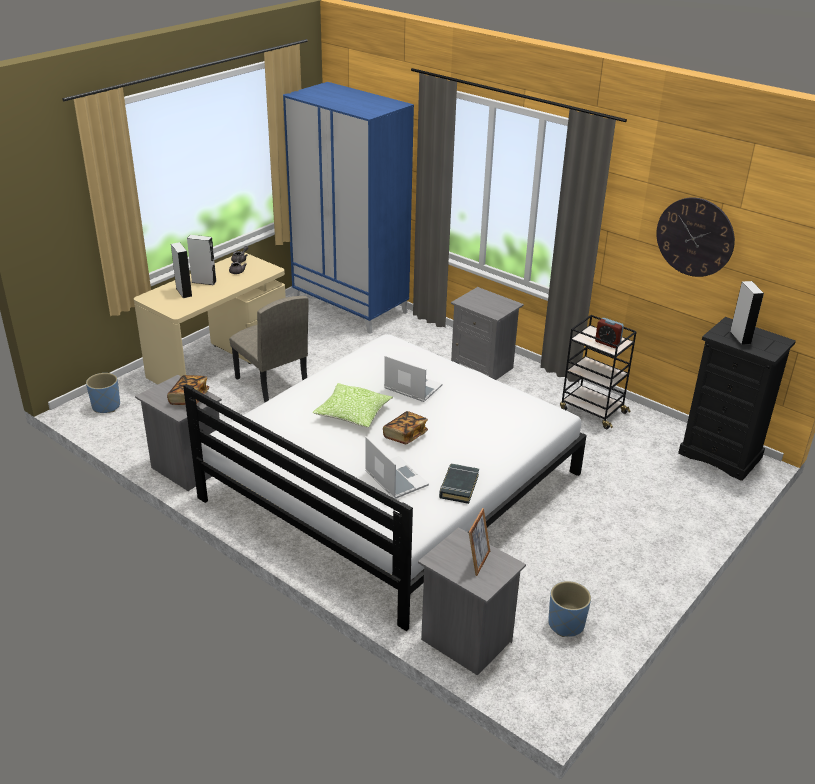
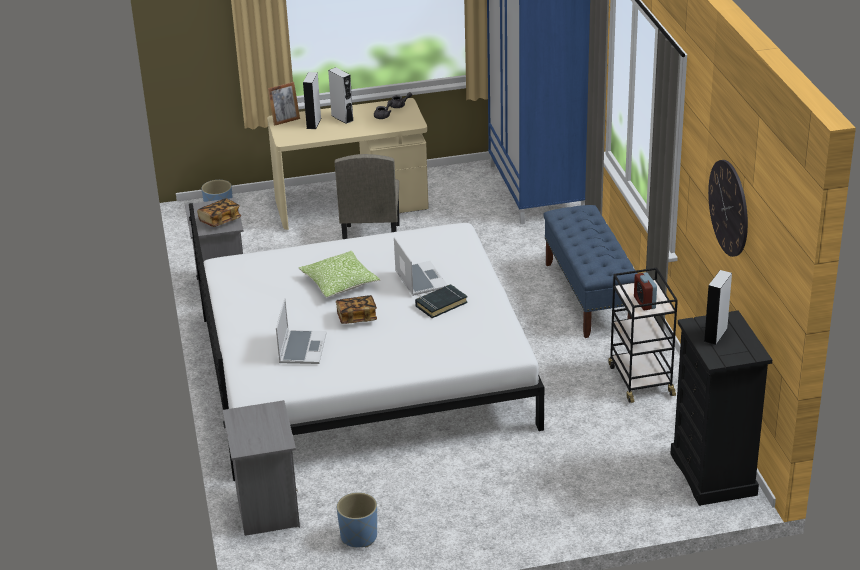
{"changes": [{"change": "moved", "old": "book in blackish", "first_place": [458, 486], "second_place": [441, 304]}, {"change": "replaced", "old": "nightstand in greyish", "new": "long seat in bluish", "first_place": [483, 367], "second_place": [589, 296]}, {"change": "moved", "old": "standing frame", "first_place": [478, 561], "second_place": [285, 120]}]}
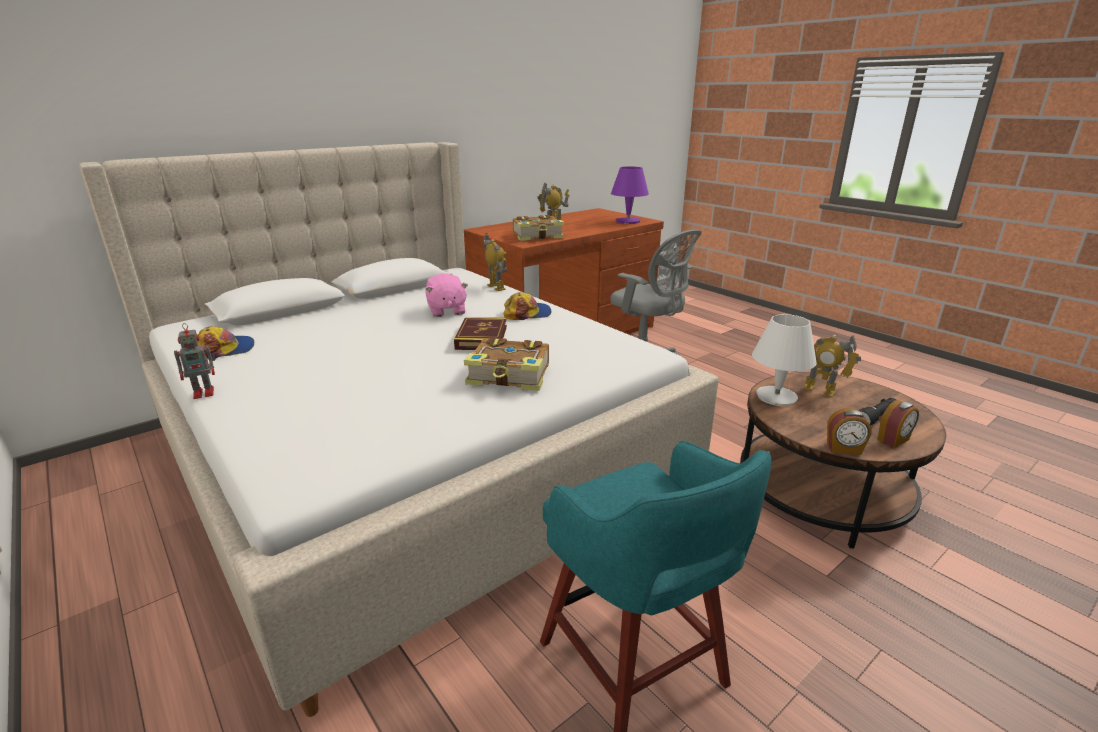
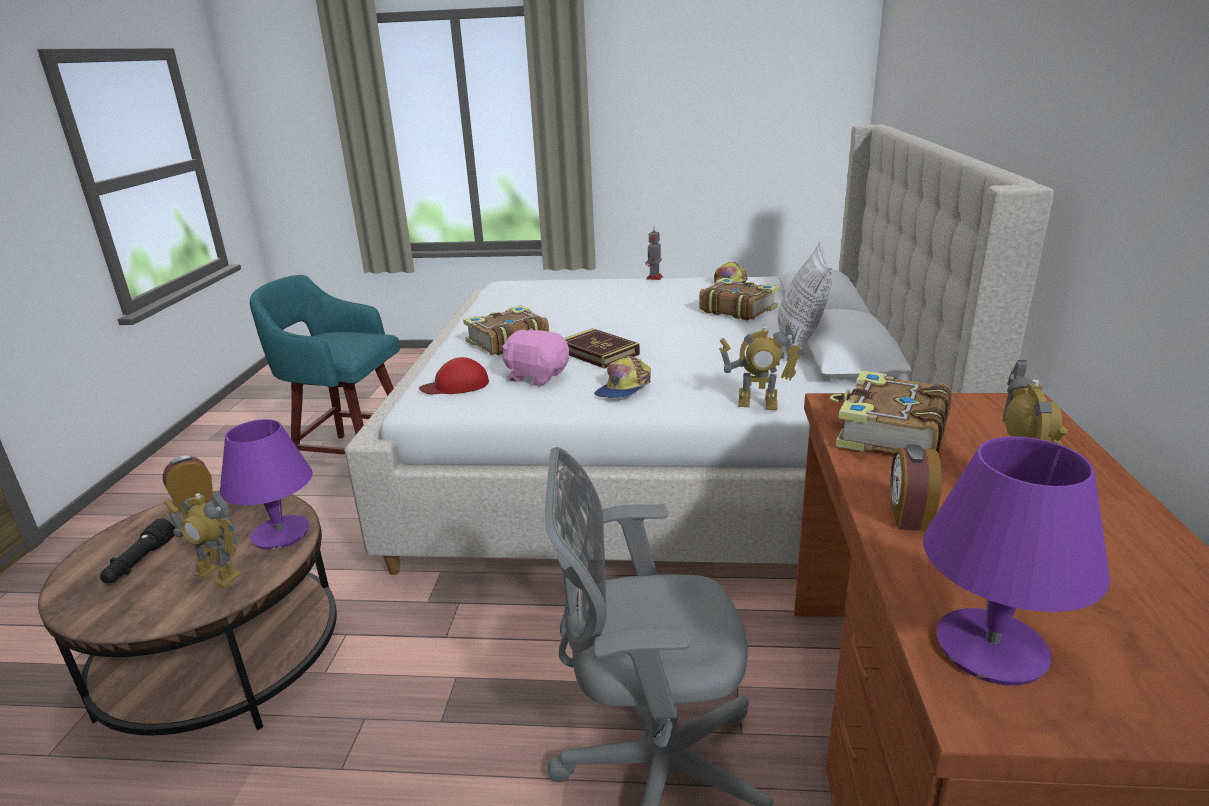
{"changes": [{"change": "moved", "old": "soft toy in pinkish", "first_place": [446, 311], "second_place": [537, 376]}, {"change": "recoloured", "old": "tabletop lamp in whitish", "new": "tabletop lamp in purple", "first_place": [776, 397], "second_place": [280, 533]}, {"change": "turned", "old": "robot figure", "first_place": [819, 390], "second_place": [218, 575], "degrees": -150}, {"change": "moved", "old": "table clock", "first_place": [893, 440], "second_place": [908, 516]}, {"change": "added", "new": "cap in red", "second_place": [456, 385]}, {"change": "added", "new": "book", "second_place": [737, 309]}, {"change": "added", "new": "cushion", "second_place": [799, 344]}]}
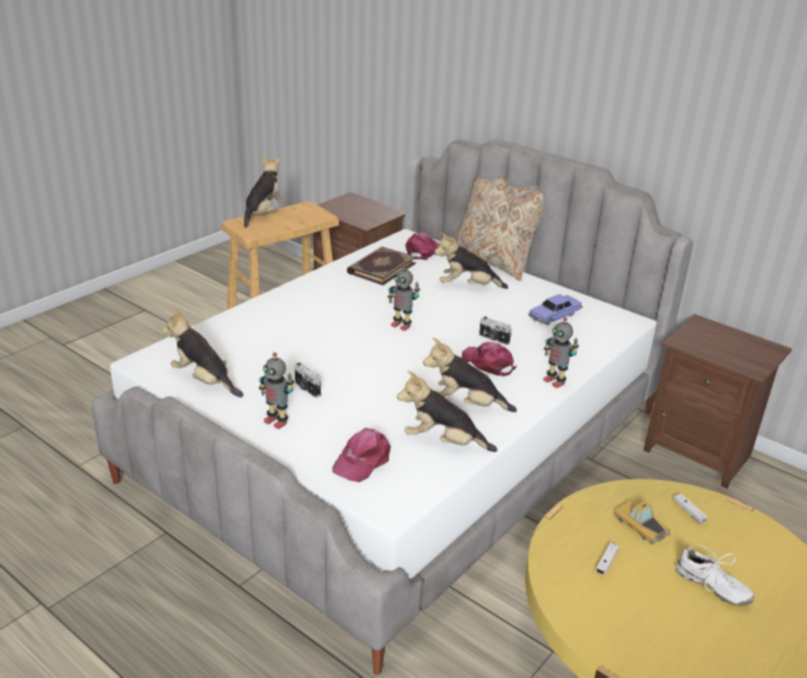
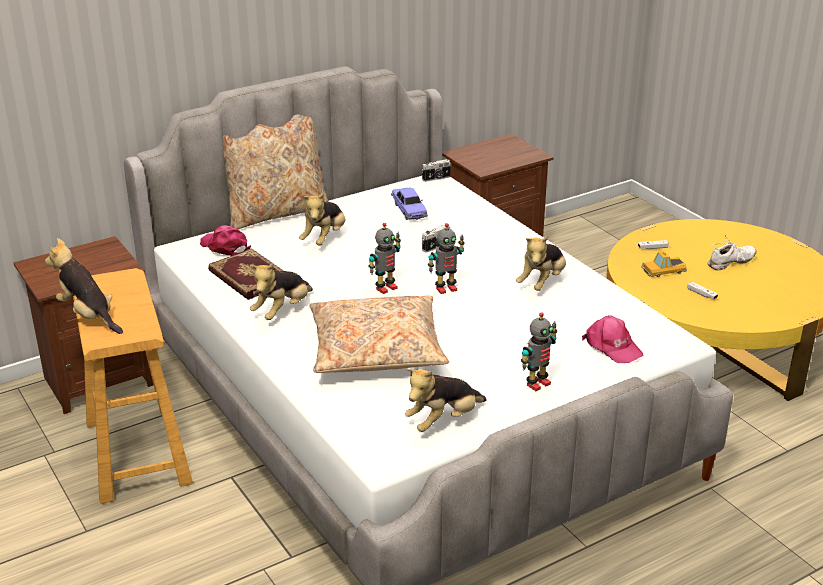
{"changes": [{"change": "moved", "old": "photo camera", "first_place": [306, 389], "second_place": [436, 178]}, {"change": "moved", "old": "soft toy", "first_place": [443, 442], "second_place": [282, 311]}, {"change": "removed", "old": "cap in pinkish", "first_place": [488, 363]}, {"change": "moved", "old": "robot figure", "first_place": [555, 381], "second_place": [445, 288]}, {"change": "added", "new": "cushion in beige", "second_place": [376, 349]}]}
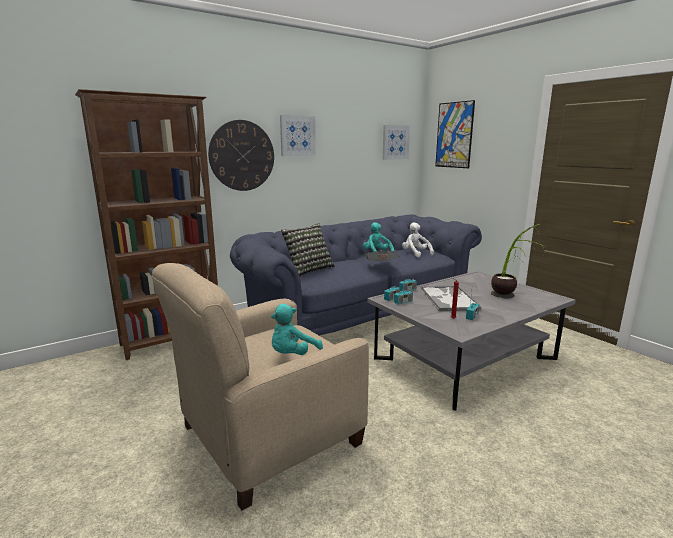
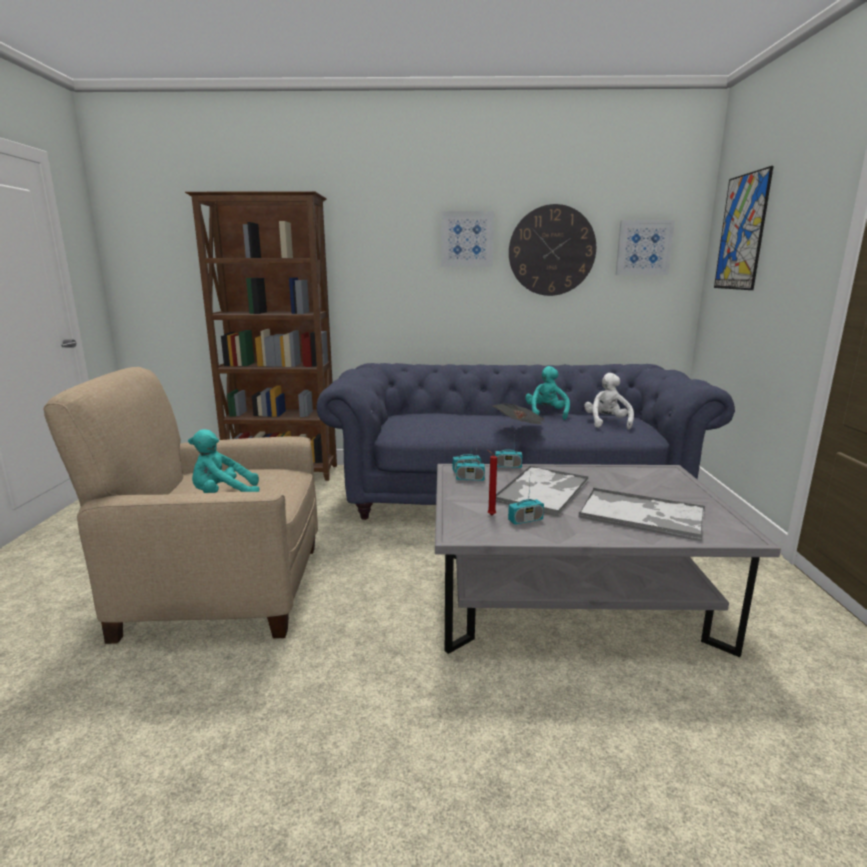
{"changes": [{"change": "moved", "old": "hanging clock", "first_place": [242, 156], "second_place": [552, 251]}, {"change": "removed", "old": "cushion", "first_place": [308, 270]}, {"change": "replaced", "old": "plant in a pot", "new": "serving tray", "first_place": [509, 299], "second_place": [643, 515]}]}
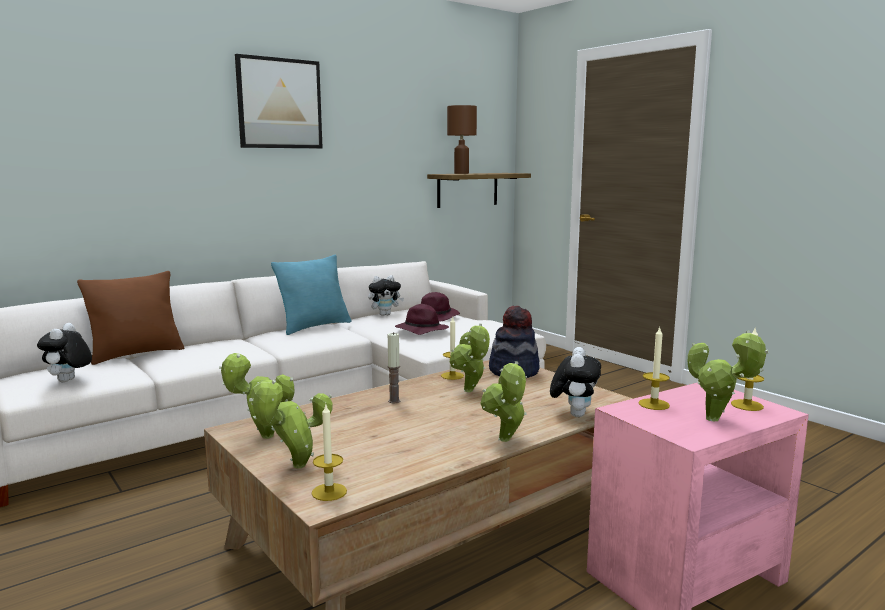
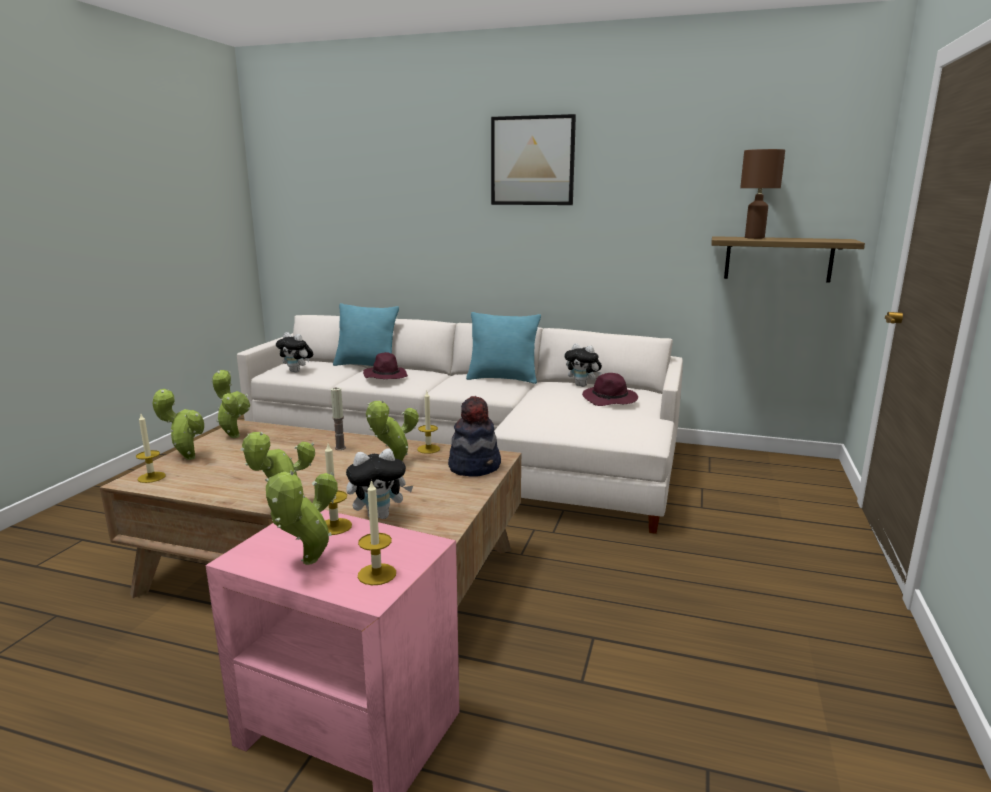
{"changes": [{"change": "turned", "old": "soft toy", "first_place": [68, 381], "second_place": [297, 371], "degrees": -120}, {"change": "recoloured", "old": "cushion in brown-coloured", "new": "cushion in turquoise", "first_place": [136, 354], "second_place": [366, 365]}, {"change": "moved", "old": "clothing hat in purple", "first_place": [421, 330], "second_place": [385, 376]}]}
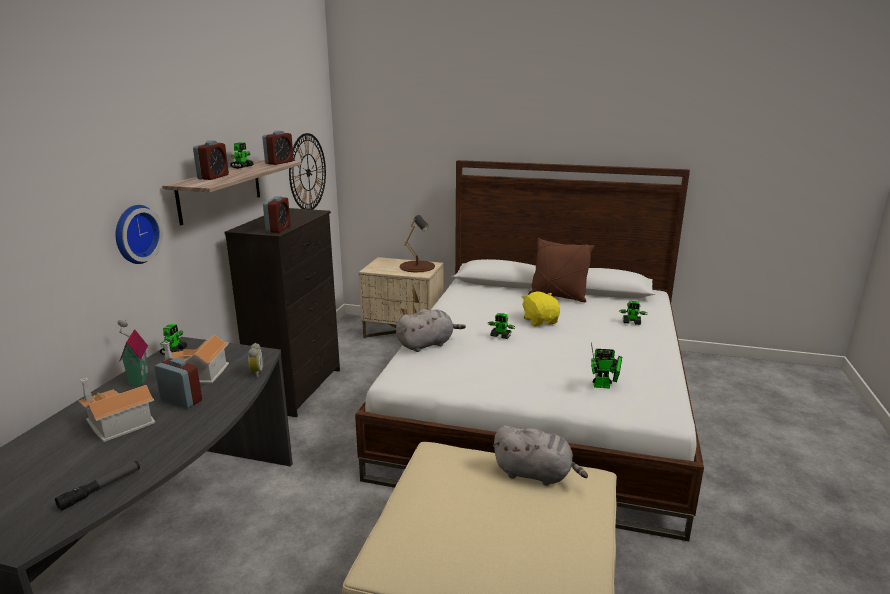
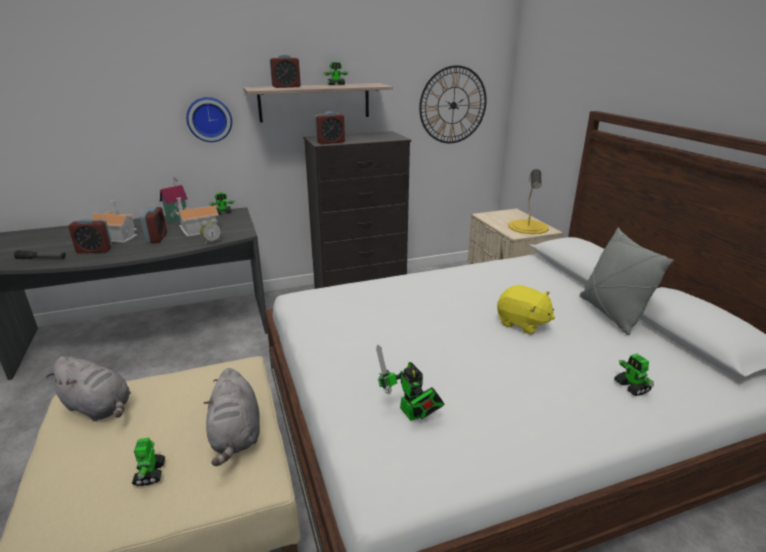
{"changes": [{"change": "moved", "old": "table clock", "first_place": [279, 162], "second_place": [94, 250]}, {"change": "moved", "old": "soft toy in greyish", "first_place": [427, 344], "second_place": [99, 407]}, {"change": "recoloured", "old": "tabletop lamp in brown-coloured", "new": "tabletop lamp in yellow", "first_place": [417, 266], "second_place": [528, 227]}, {"change": "moved", "old": "robot figure", "first_place": [501, 336], "second_place": [150, 474]}, {"change": "turned", "old": "soft toy in yellow", "first_place": [540, 321], "second_place": [522, 323], "degrees": 90}, {"change": "recoloured", "old": "cushion in brown-coloured", "new": "cushion in greyish", "first_place": [558, 297], "second_place": [611, 314]}]}
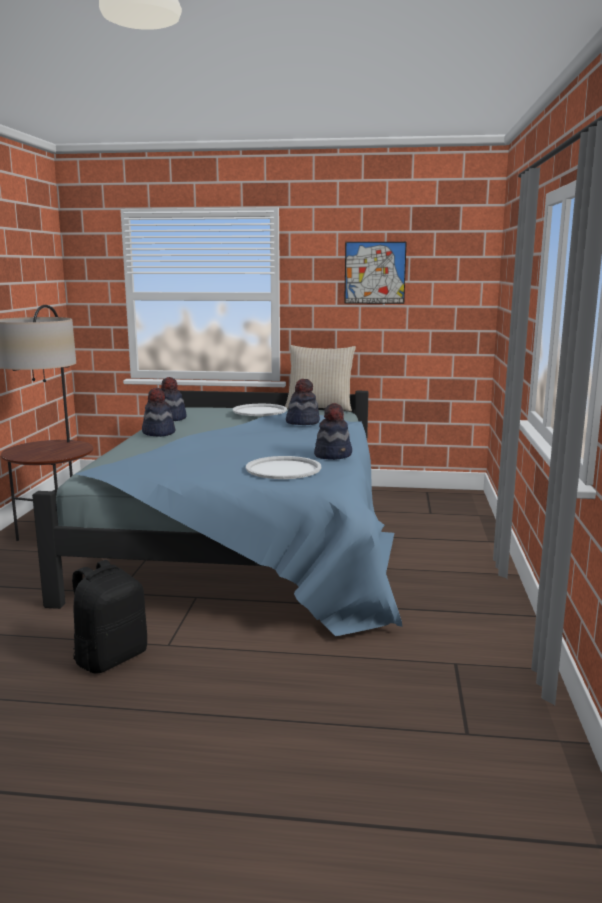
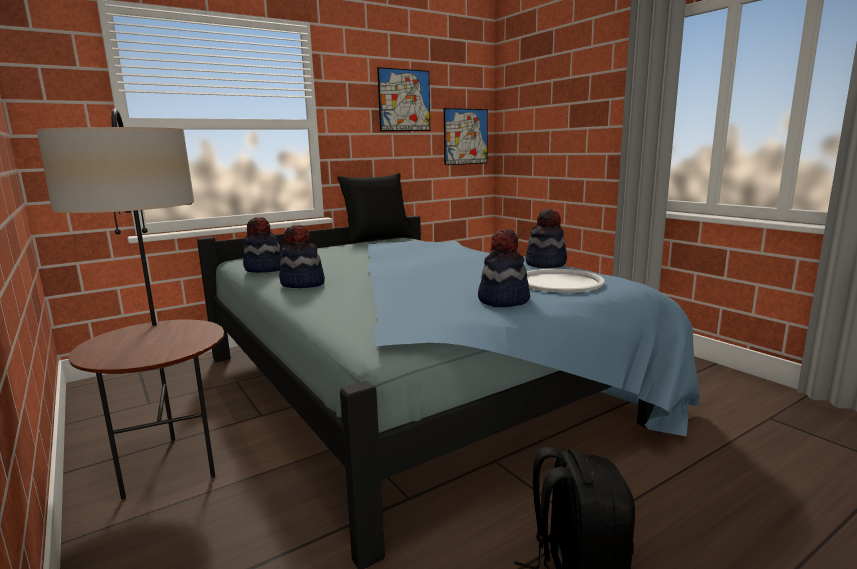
{"changes": [{"change": "removed", "old": "serving tray in whitish", "first_place": [259, 411]}, {"change": "recoloured", "old": "cushion in beige", "new": "cushion in blackish", "first_place": [319, 408], "second_place": [377, 238]}, {"change": "moved", "old": "clothing hat", "first_place": [302, 422], "second_place": [503, 300]}, {"change": "added", "new": "wall art", "second_place": [465, 136]}]}
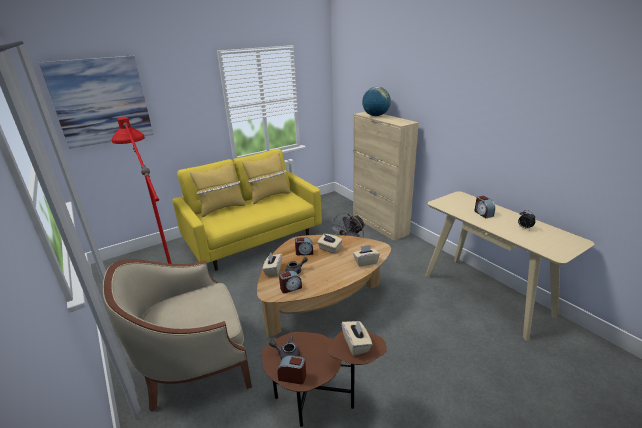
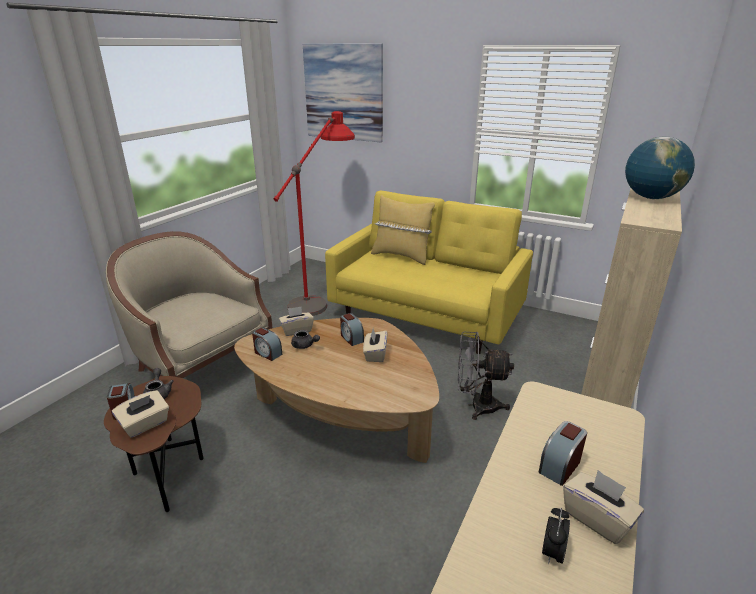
{"changes": [{"change": "removed", "old": "cushion in yellow", "first_place": [269, 196]}, {"change": "moved", "old": "tissue box in beige", "first_place": [365, 262], "second_place": [597, 518]}]}
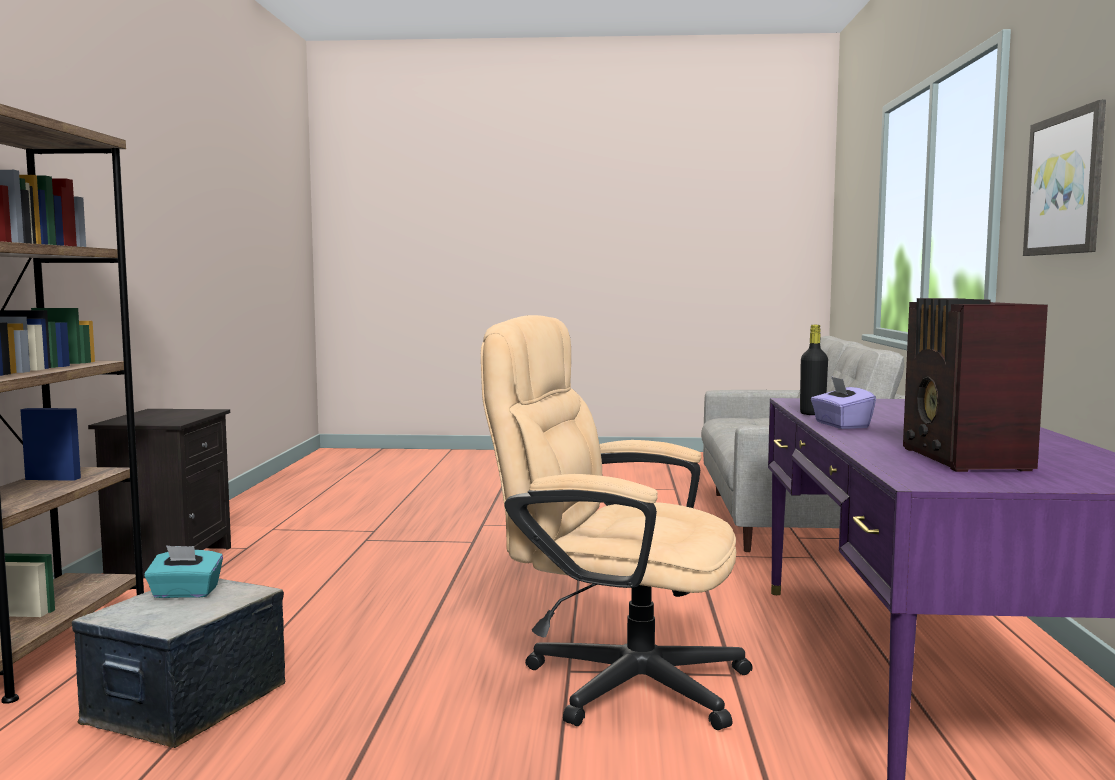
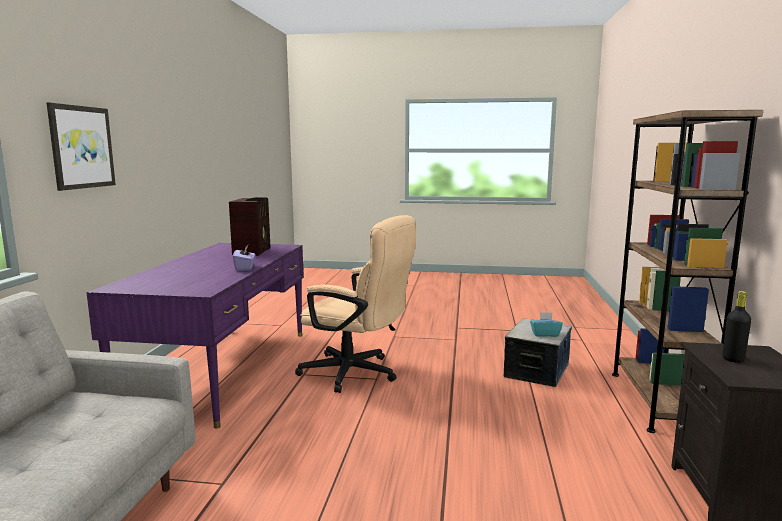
{"changes": [{"change": "moved", "old": "beverage bottle in blackish", "first_place": [812, 414], "second_place": [733, 359]}]}
